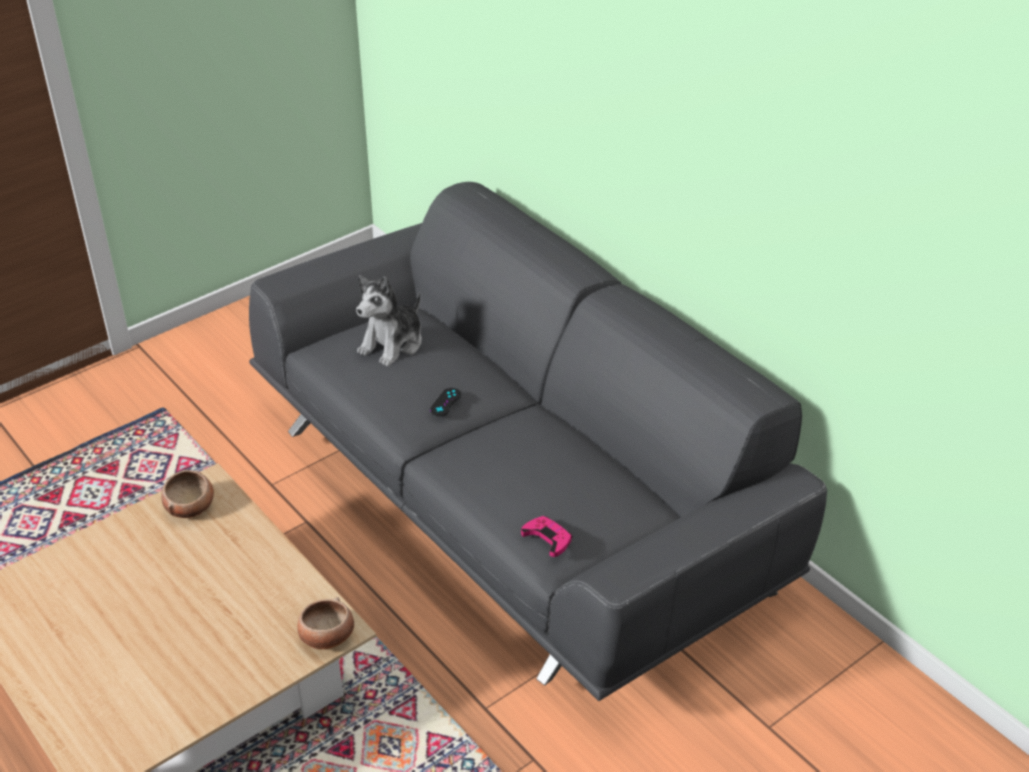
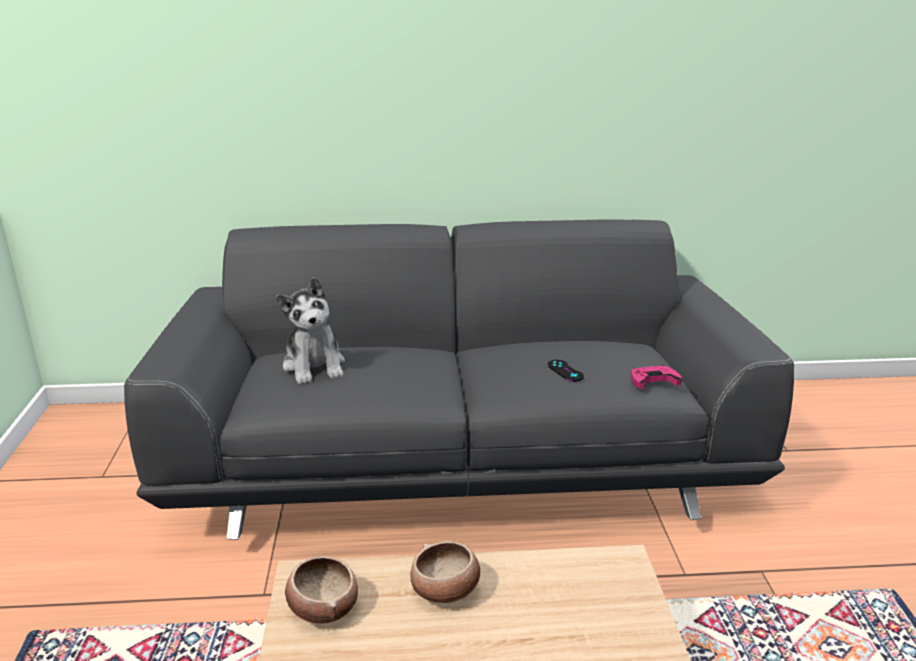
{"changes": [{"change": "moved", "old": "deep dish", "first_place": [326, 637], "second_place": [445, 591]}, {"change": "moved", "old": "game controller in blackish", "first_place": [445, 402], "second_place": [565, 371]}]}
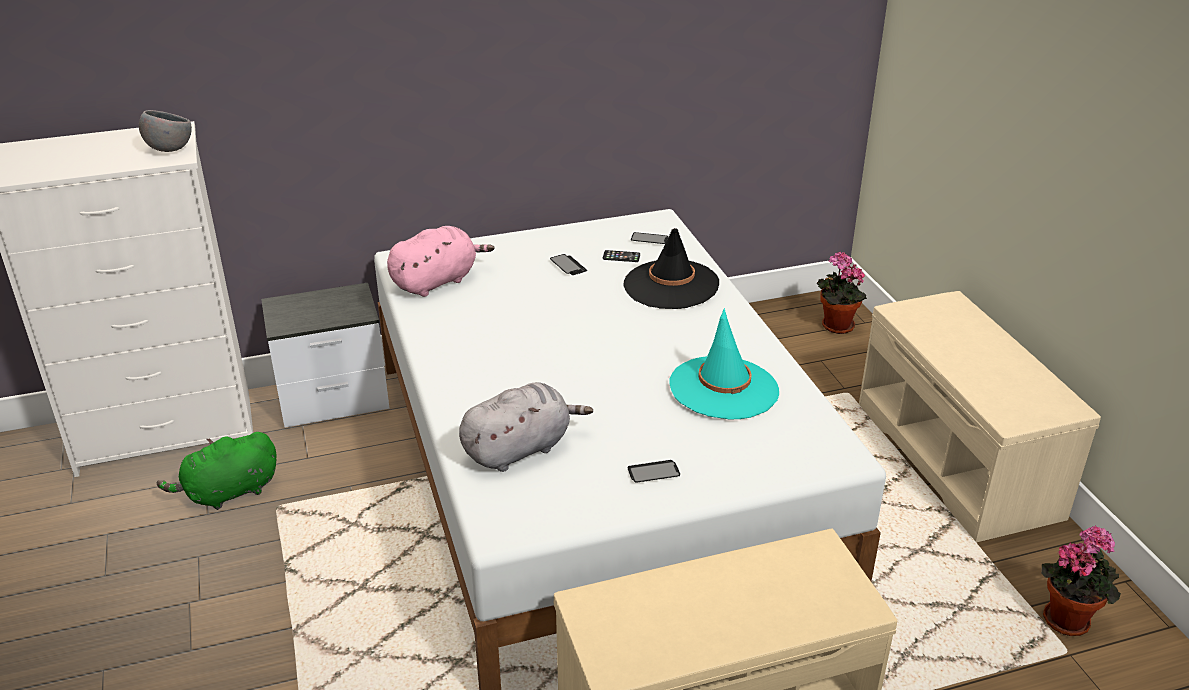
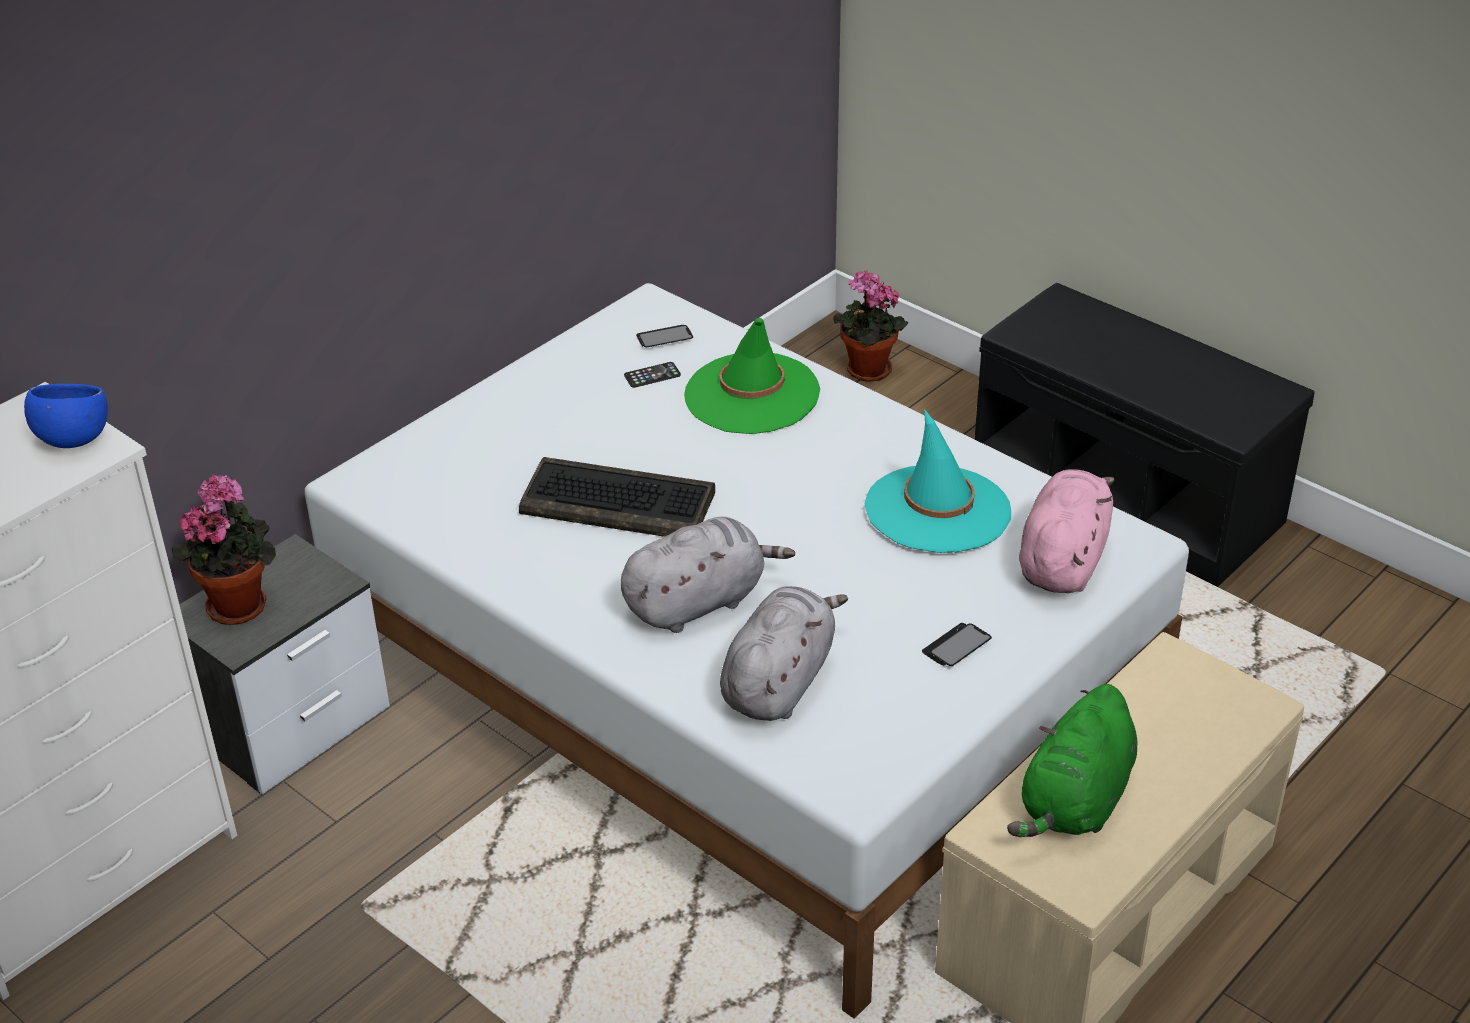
{"changes": [{"change": "recoloured", "old": "deep dish in greyish", "new": "deep dish in bluish", "first_place": [169, 149], "second_place": [74, 440]}, {"change": "moved", "old": "soft toy in green", "first_place": [228, 493], "second_place": [1075, 802]}, {"change": "moved", "old": "soft toy in pinkish", "first_place": [437, 281], "second_place": [1063, 559]}, {"change": "removed", "old": "handset", "first_place": [568, 266]}, {"change": "recoloured", "old": "clothing hat in blackish", "new": "clothing hat in green", "first_place": [671, 285], "second_place": [752, 394]}, {"change": "recoloured", "old": "long seat in beige", "new": "long seat in blackish", "first_place": [959, 459], "second_place": [1130, 494]}, {"change": "moved", "old": "plant in a pot", "first_place": [1068, 618], "second_place": [239, 603]}, {"change": "added", "new": "PC keyboard", "second_place": [620, 502]}, {"change": "added", "new": "soft toy in greyish", "second_place": [699, 602]}]}
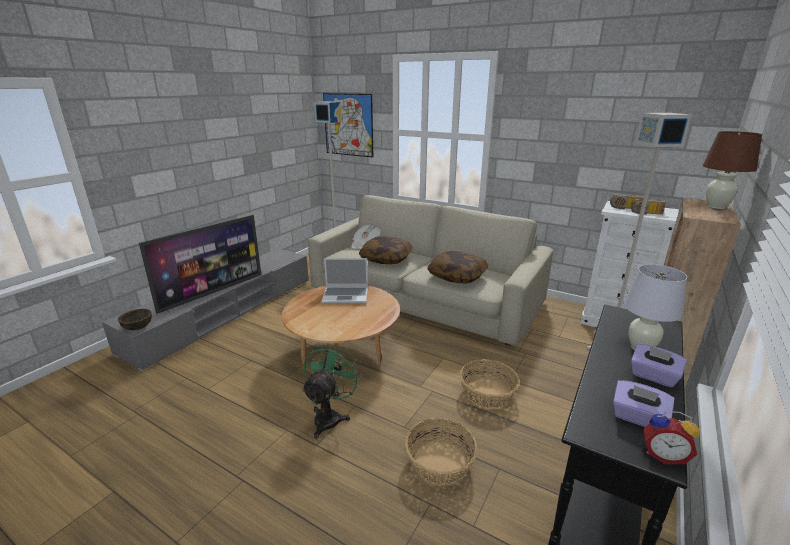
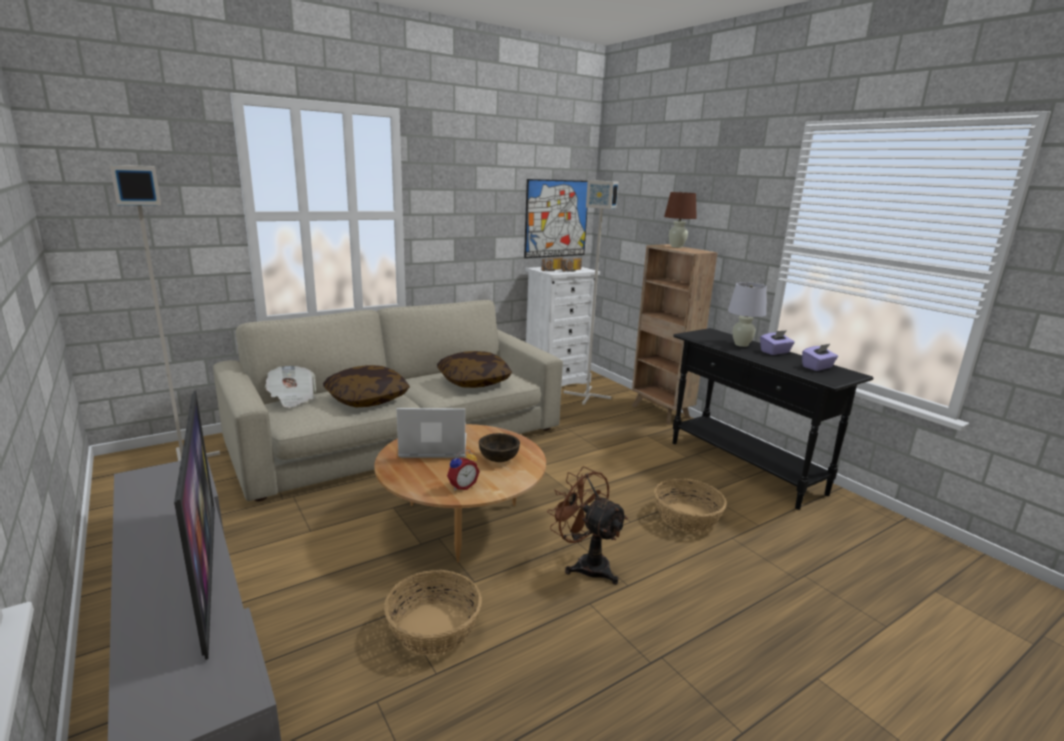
{"changes": [{"change": "moved", "old": "deep dish in brown-coloured", "first_place": [137, 327], "second_place": [499, 459]}, {"change": "recoloured", "old": "fan in green", "new": "fan in brown-coloured", "first_place": [330, 417], "second_place": [586, 564]}, {"change": "turned", "old": "notebook computer", "first_place": [346, 296], "second_place": [432, 448], "degrees": -120}, {"change": "moved", "old": "wall art", "first_place": [348, 125], "second_place": [556, 218]}, {"change": "moved", "old": "household basket", "first_place": [488, 393], "second_place": [434, 628]}, {"change": "moved", "old": "table clock", "first_place": [663, 455], "second_place": [462, 486]}]}
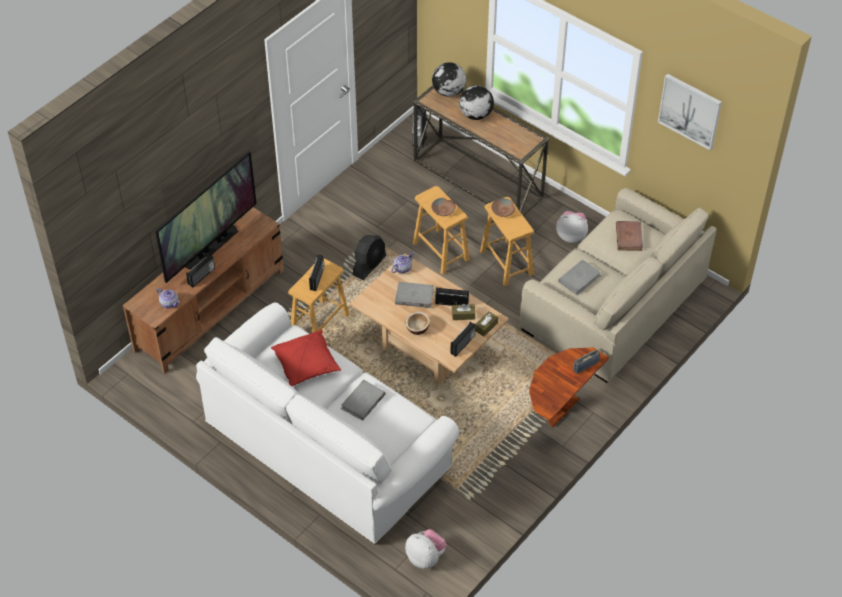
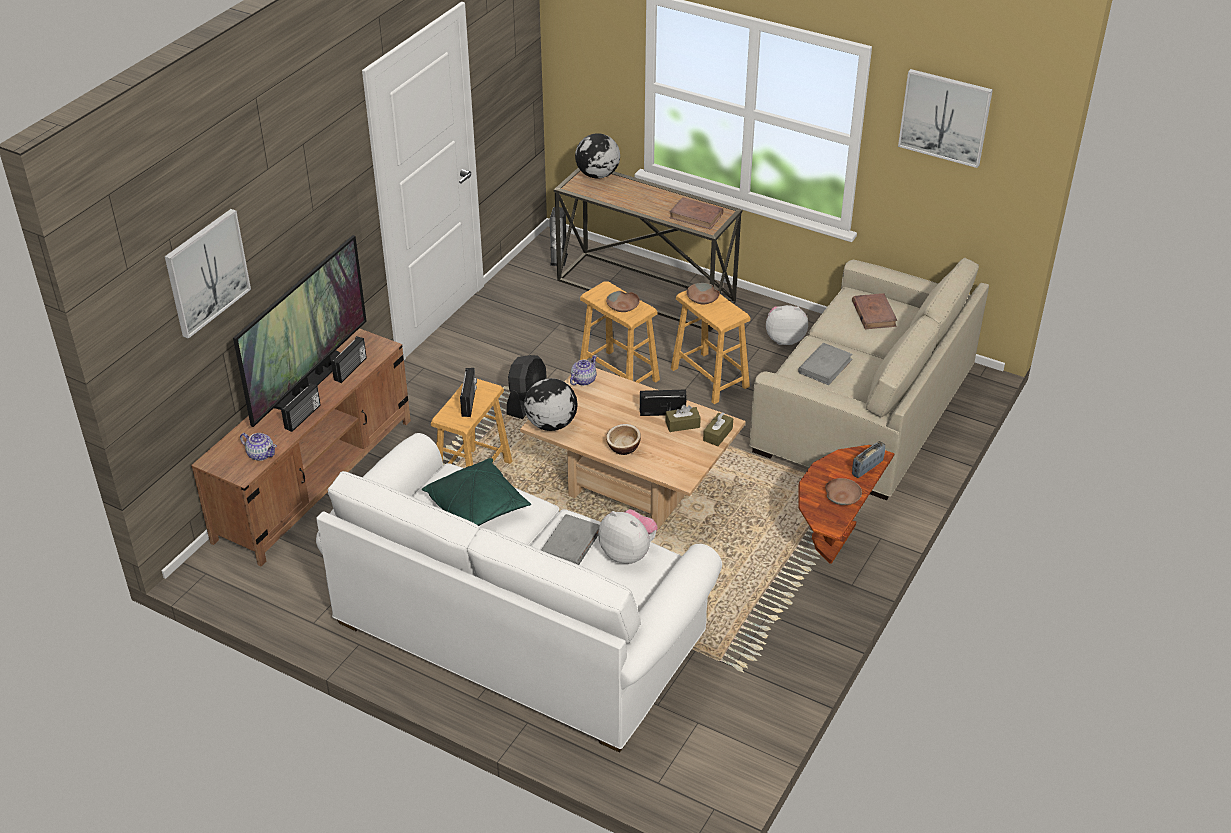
{"changes": [{"change": "recoloured", "old": "cushion in red", "new": "cushion in green", "first_place": [306, 364], "second_place": [477, 507]}, {"change": "removed", "old": "book in greyish", "first_place": [414, 296]}, {"change": "moved", "old": "soft toy", "first_place": [425, 557], "second_place": [628, 553]}, {"change": "moved", "old": "radio", "first_place": [463, 345], "second_place": [351, 369]}, {"change": "moved", "old": "world globe", "first_place": [475, 115], "second_place": [550, 424]}, {"change": "added", "new": "wall art", "second_place": [206, 272]}, {"change": "added", "new": "book in brown-coloured", "second_place": [696, 216]}, {"change": "added", "new": "deep dish in brown-coloured", "second_place": [842, 496]}]}
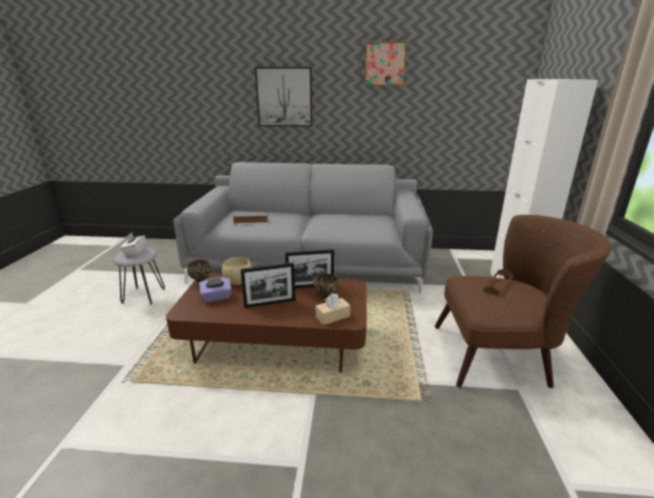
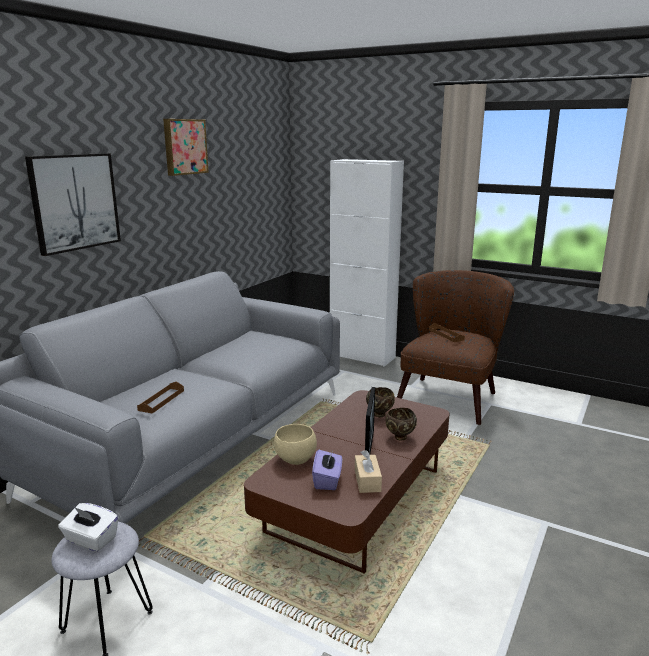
{"changes": [{"change": "moved", "old": "deep dish in brown-coloured", "first_place": [200, 281], "second_place": [399, 438]}, {"change": "removed", "old": "standing frame", "first_place": [310, 286]}, {"change": "moved", "old": "tissue box in beige", "first_place": [332, 316], "second_place": [367, 480]}]}
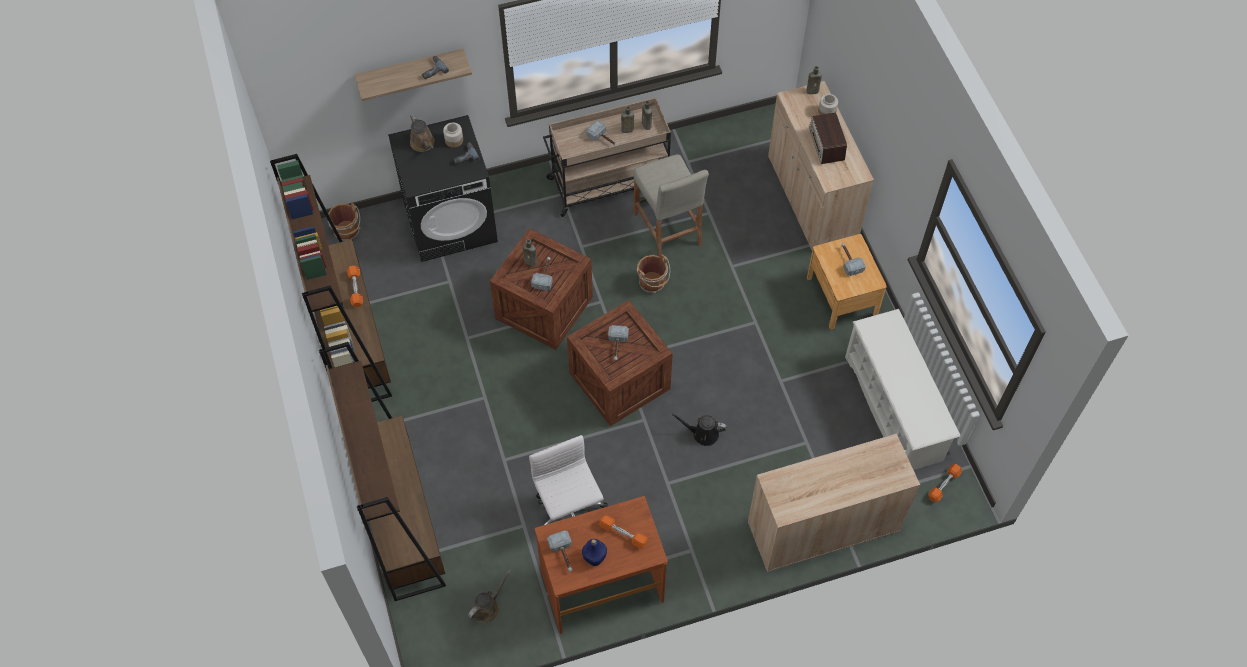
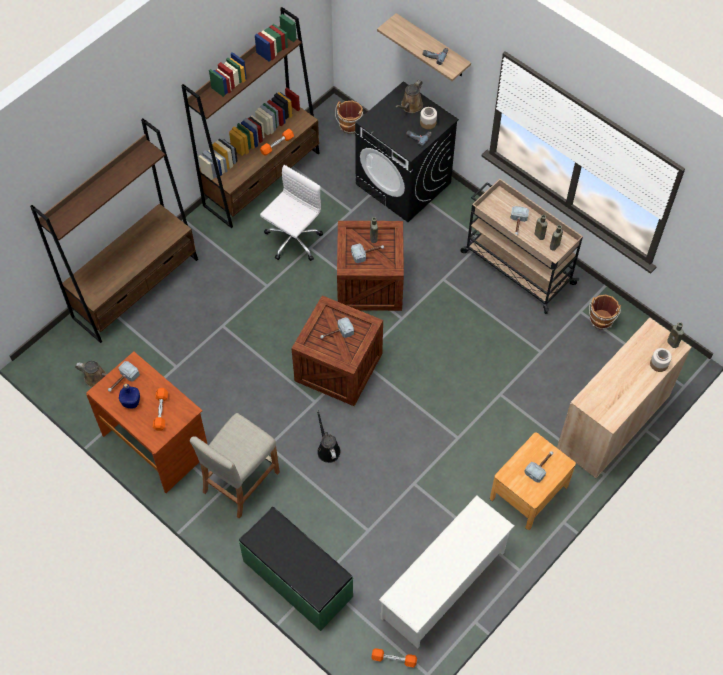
{"changes": [{"change": "moved", "old": "desk chair in whitish", "first_place": [569, 512], "second_place": [292, 241]}, {"change": "moved", "old": "stool in beige", "first_place": [667, 229], "second_place": [240, 481]}, {"change": "moved", "old": "water bucket in brown-coloured", "first_place": [653, 283], "second_place": [601, 321]}, {"change": "replaced", "old": "storage cabinet in beige", "new": "long seat in green", "first_place": [823, 527], "second_place": [297, 579]}, {"change": "removed", "old": "radio", "first_place": [826, 145]}]}
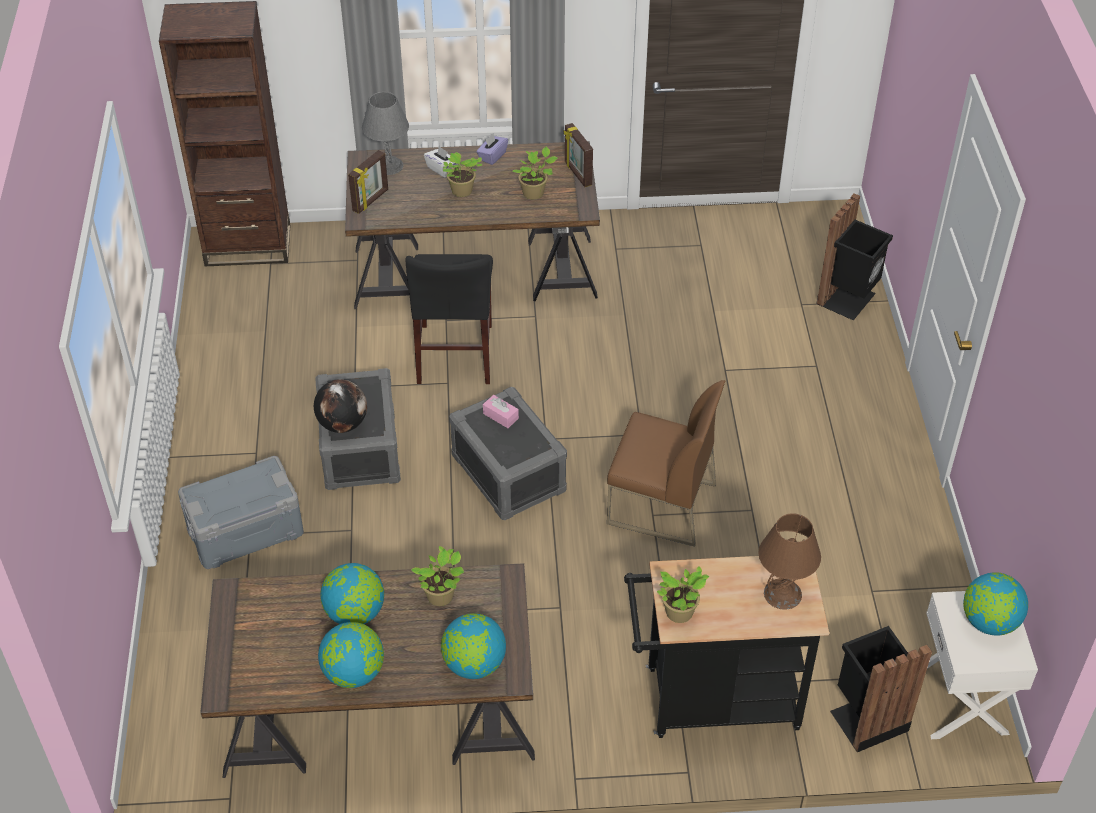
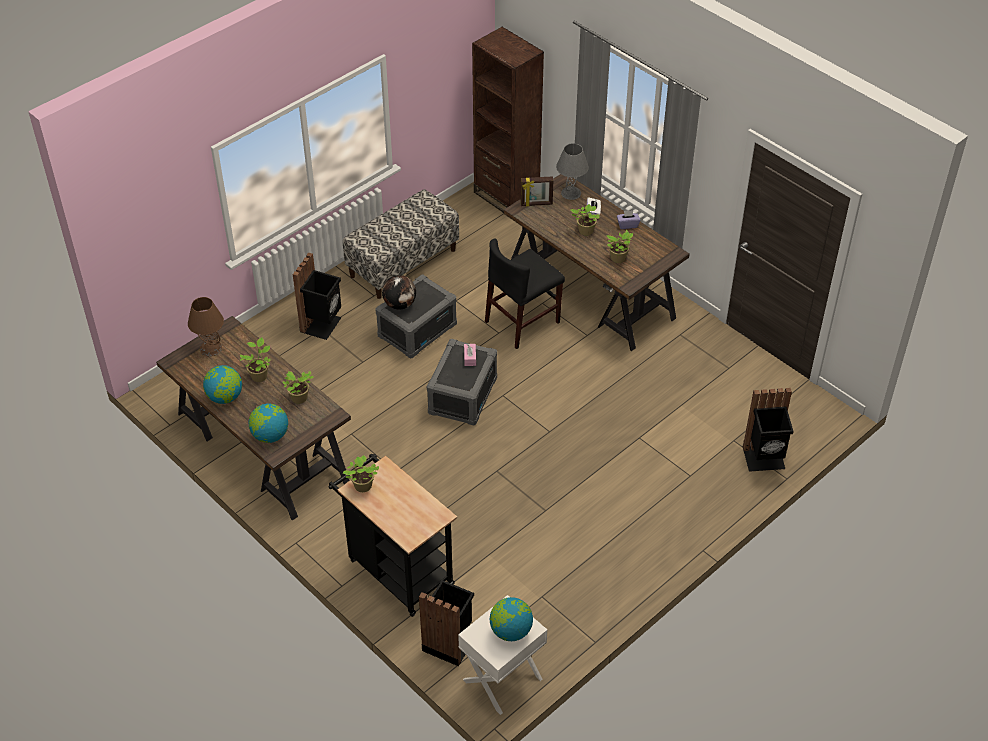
{"changes": [{"change": "replaced", "old": "storage container in greyish", "new": "waste bin in blackish", "first_place": [245, 530], "second_place": [322, 325]}, {"change": "replaced", "old": "world globe", "new": "plant in a pot", "first_place": [355, 613], "second_place": [259, 375]}, {"change": "removed", "old": "standing frame", "first_place": [577, 174]}, {"change": "removed", "old": "upright chair in brown-coloured", "first_place": [660, 504]}, {"change": "moved", "old": "tabletop lamp in brown-coloured", "first_place": [782, 594], "second_place": [210, 348]}, {"change": "added", "new": "long seat", "second_place": [403, 263]}]}
